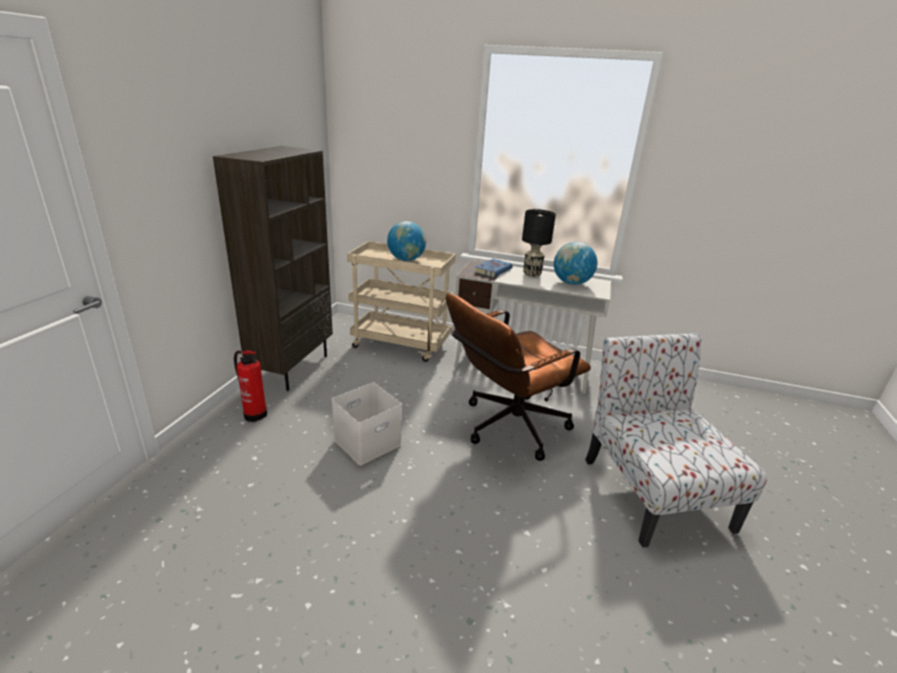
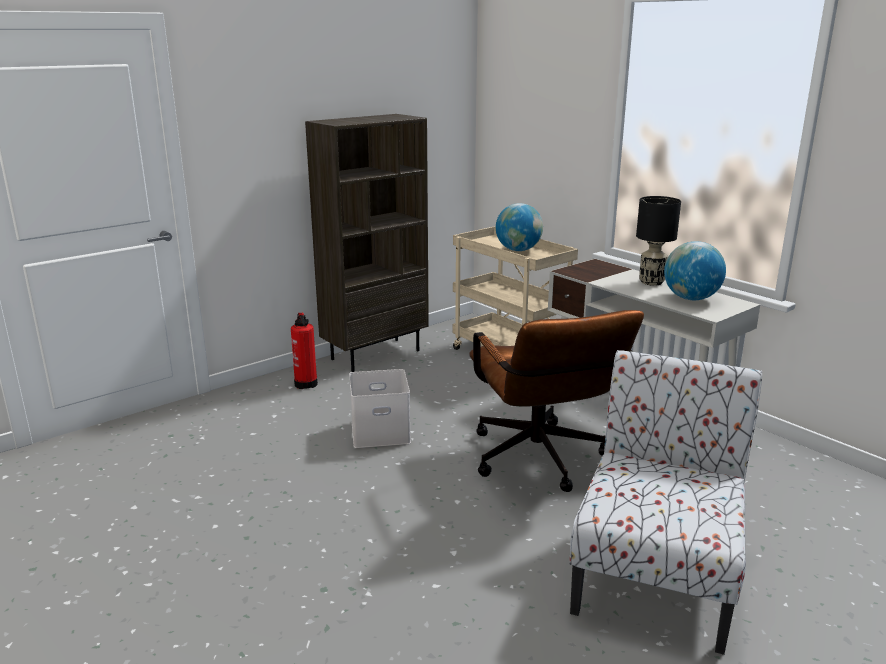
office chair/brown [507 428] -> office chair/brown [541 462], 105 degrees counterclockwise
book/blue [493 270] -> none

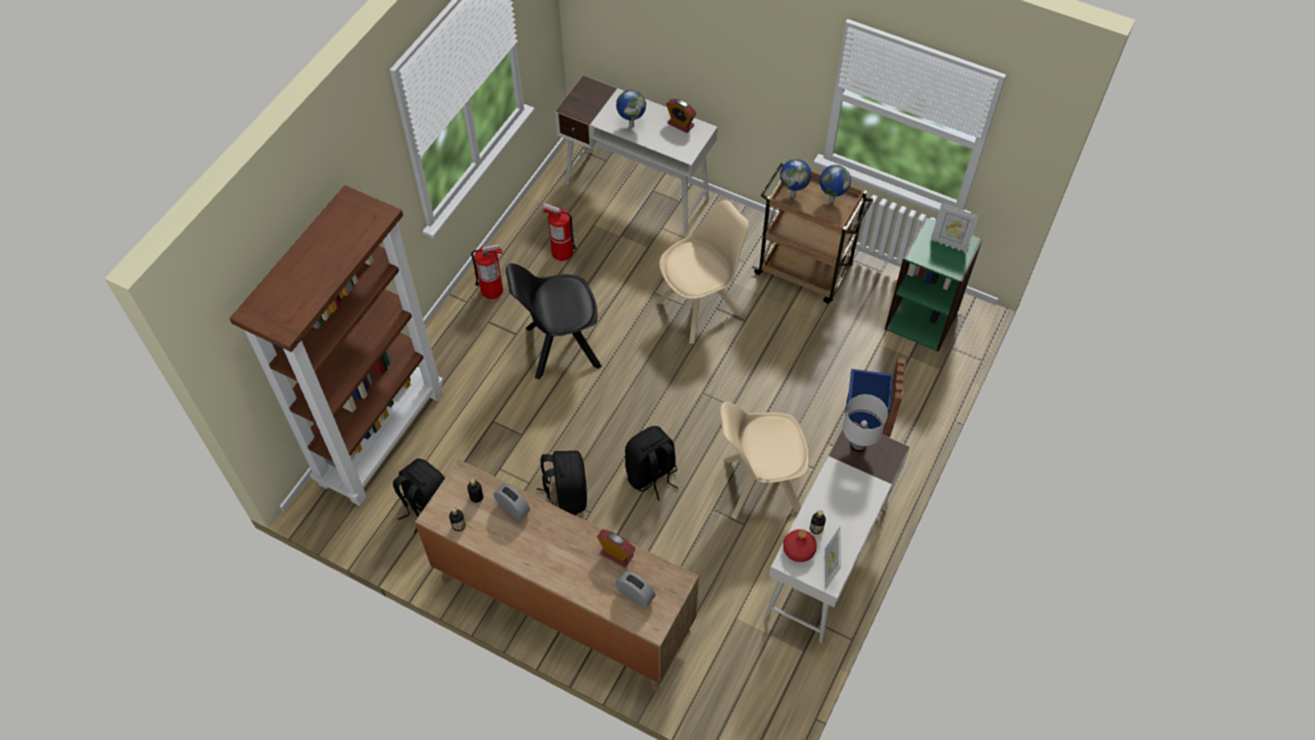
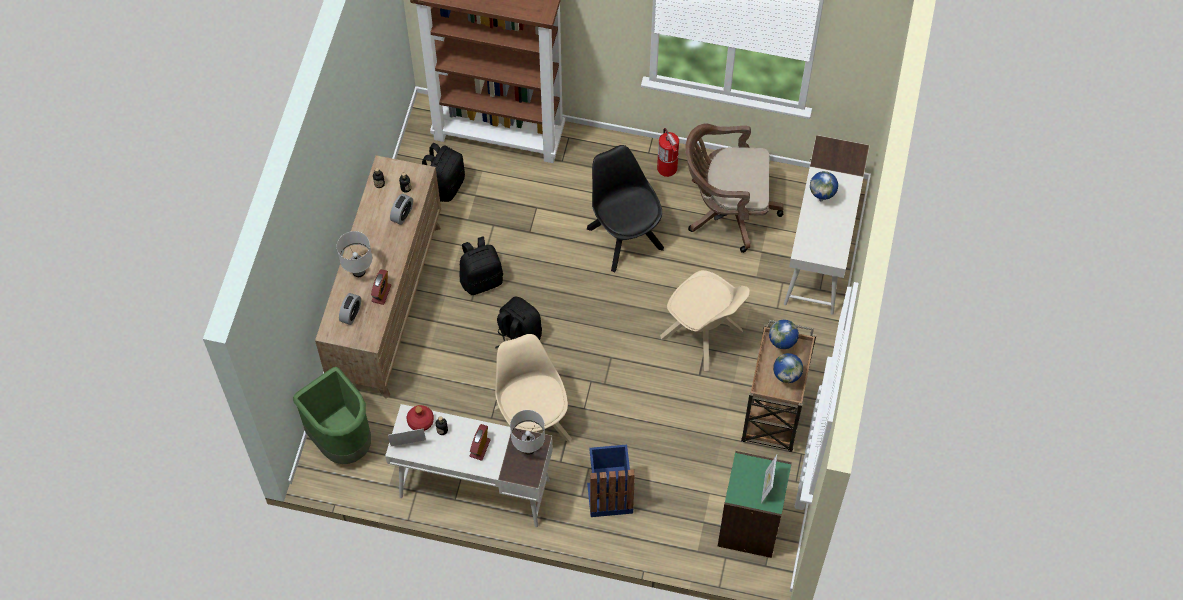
none -> trash can/green [342 441]
none -> table lamp/white [359 271]
alarm clock [680 124] -> alarm clock [480 448], relocated
fire extinguisher [562 252] -> office chair/brown [726 210]

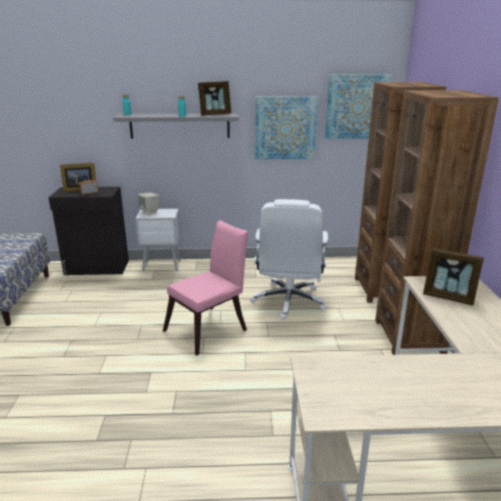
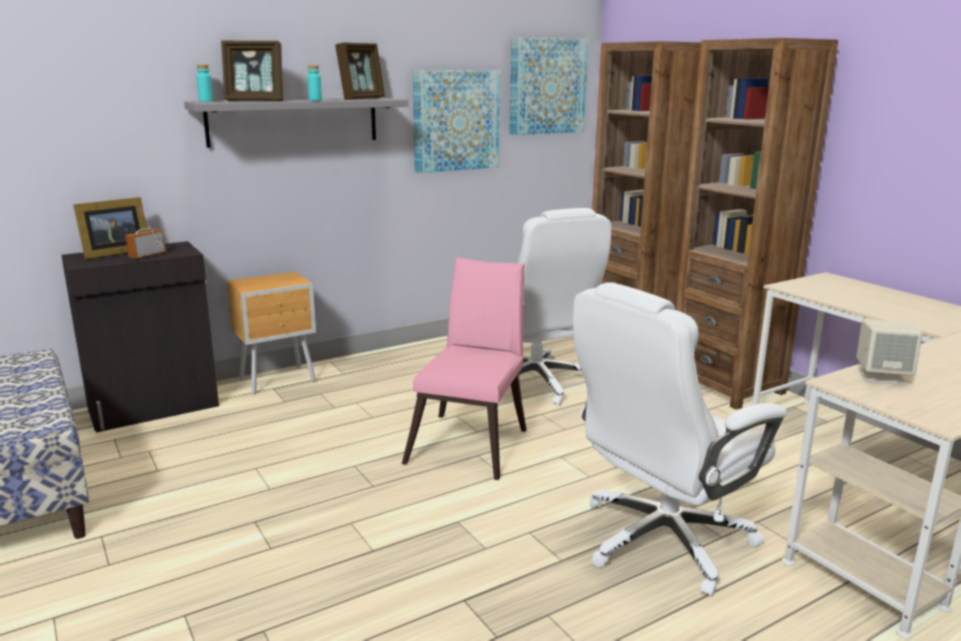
picture frame [448 297] -> picture frame [255 100], relocated
nightstand/white [162 266] -> nightstand/brown [279 380]
none -> office chair/white [662 540]
speaker/beige [149 212] -> speaker/beige [882 377], relocated

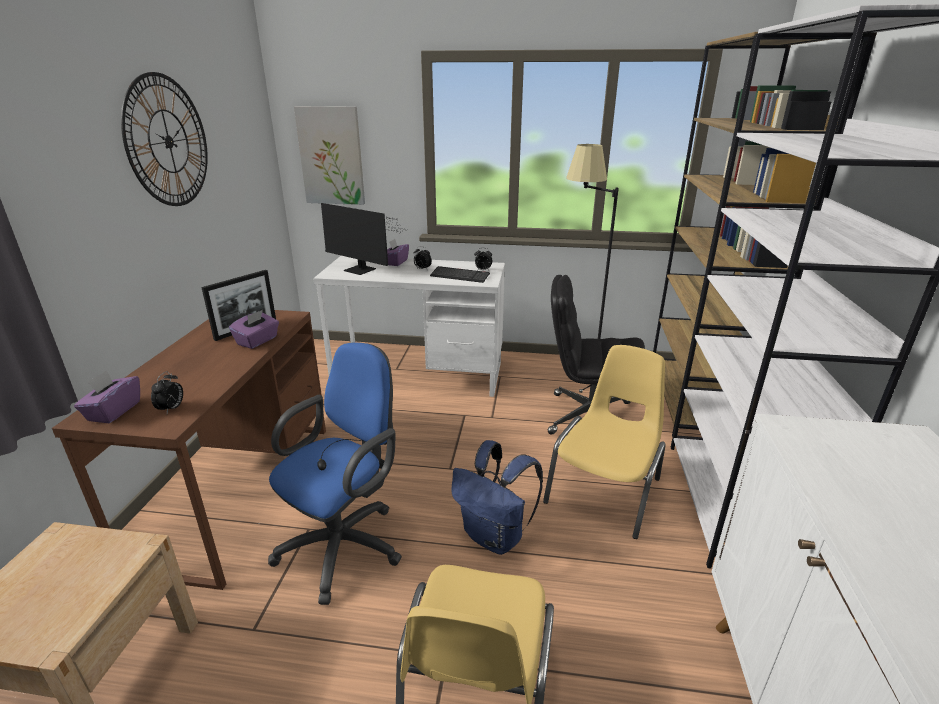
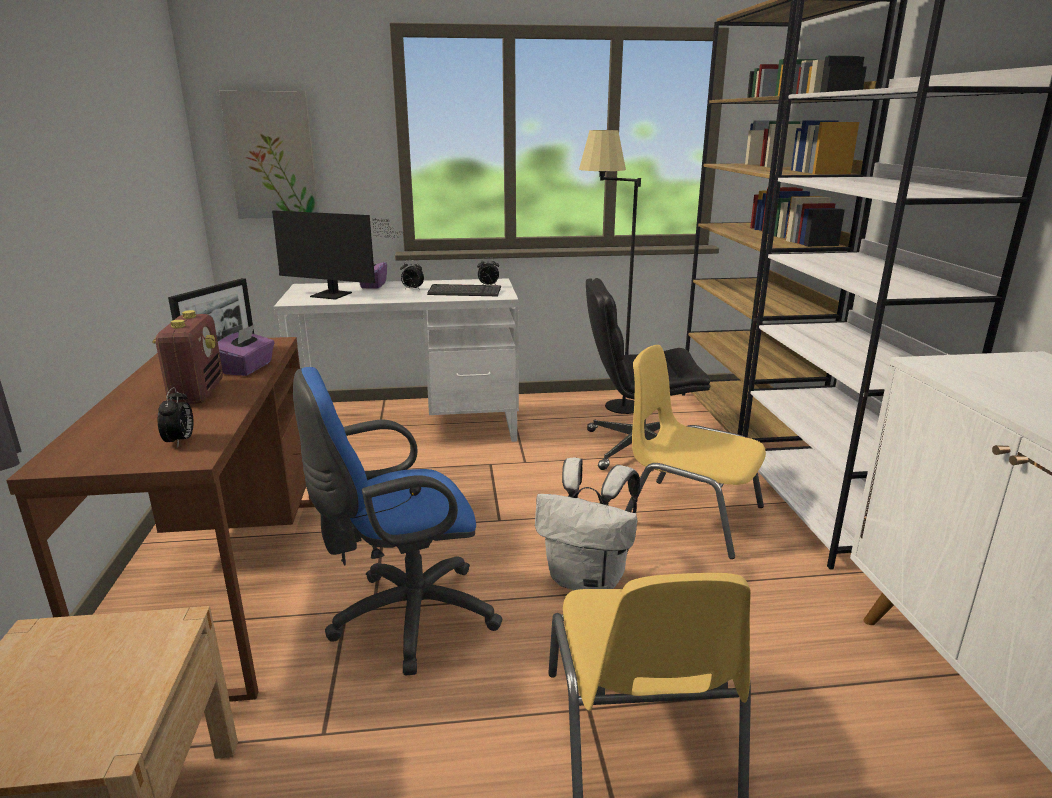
none -> radio [197 393]
office chair/blue [346 543] -> office chair/blue [405 618], 135 degrees counterclockwise
backpack/blue [495 537] -> backpack/white [588 580]
chair/yellow [605 490] -> chair/yellow [690 515], 75 degrees counterclockwise
tissue box/purple [114 411] -> none
wall clock [168 141] -> none

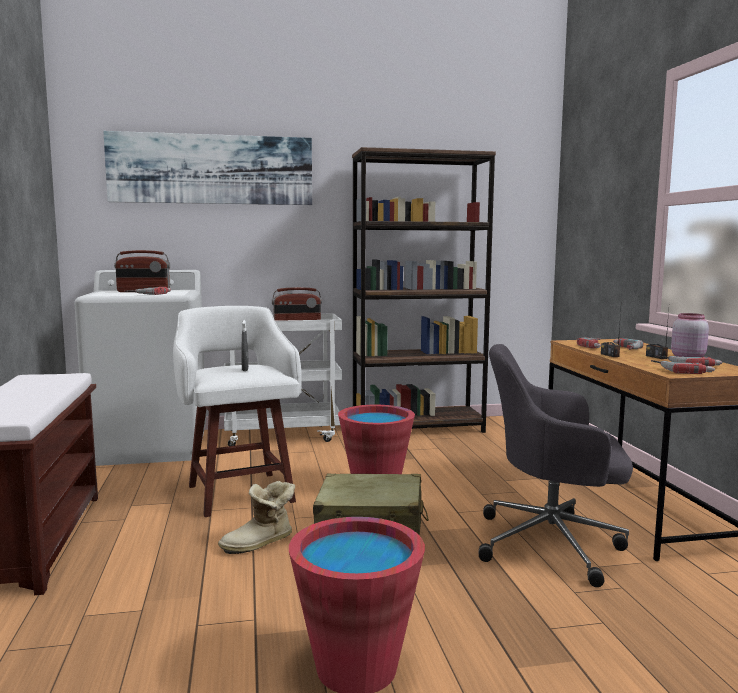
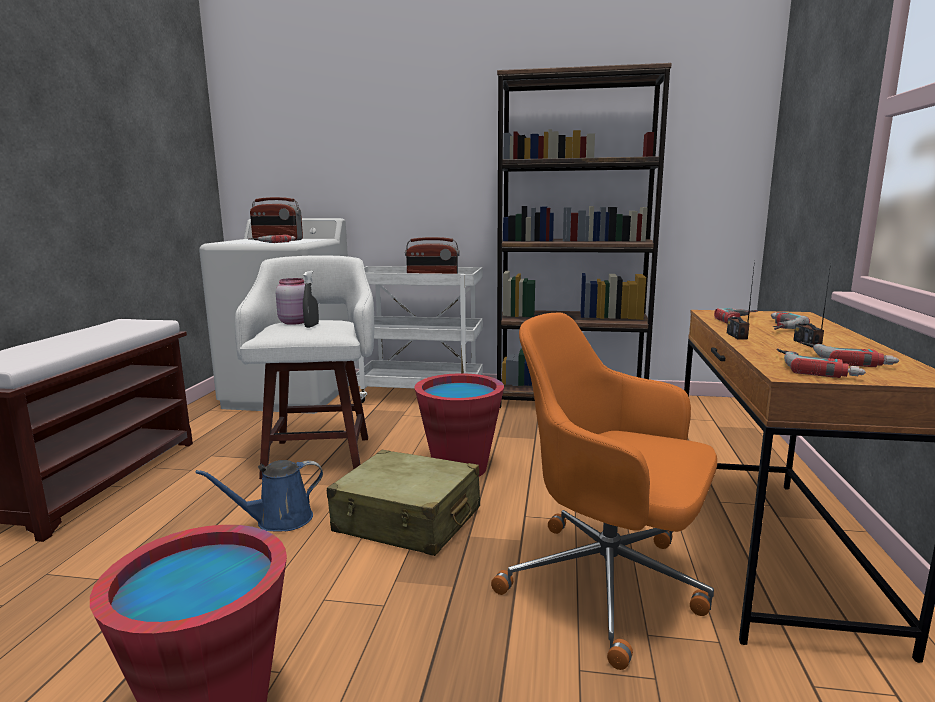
boot [260 544] -> watering can/blue [278 520]
jar/pink [687 357] -> jar/pink [295 322], relocated
office chair/grey [553 544] -> office chair/orange [609 585]
picture [211 169] -> none

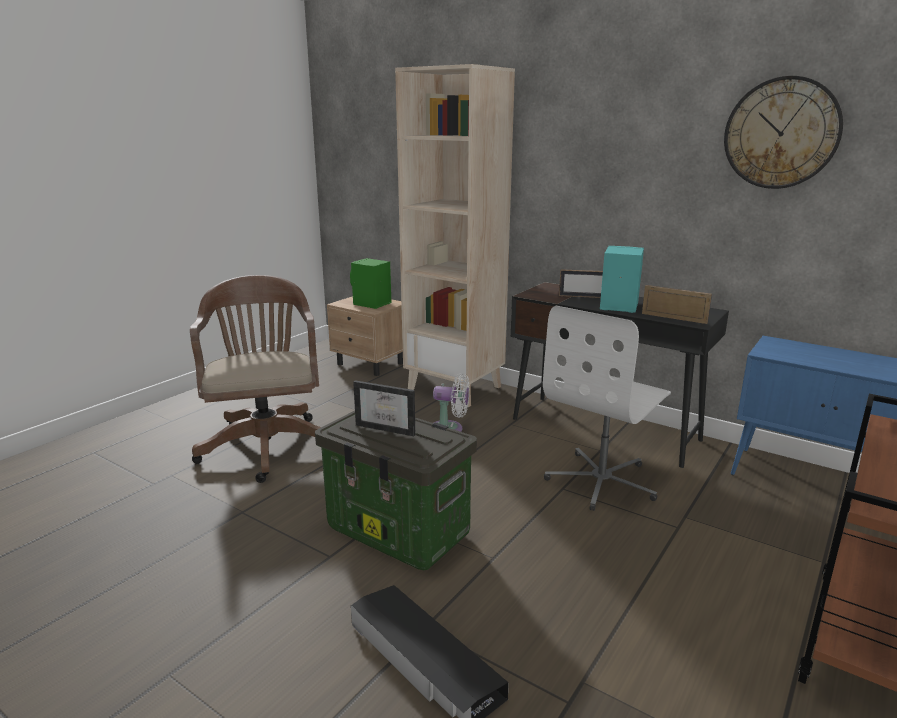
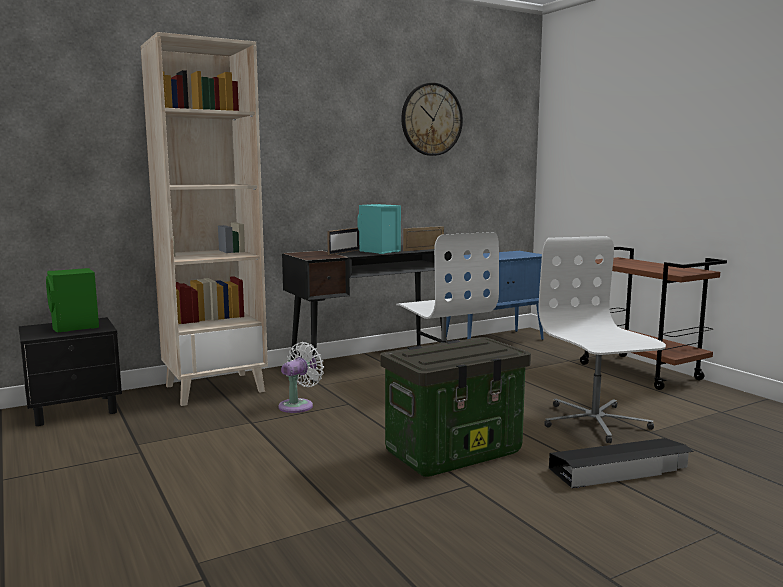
nightstand/beige [370 364] -> nightstand/black [76 410]
none -> office chair/white [594 422]
office chair/brown [267 444] -> none
picture frame [389 427] -> none

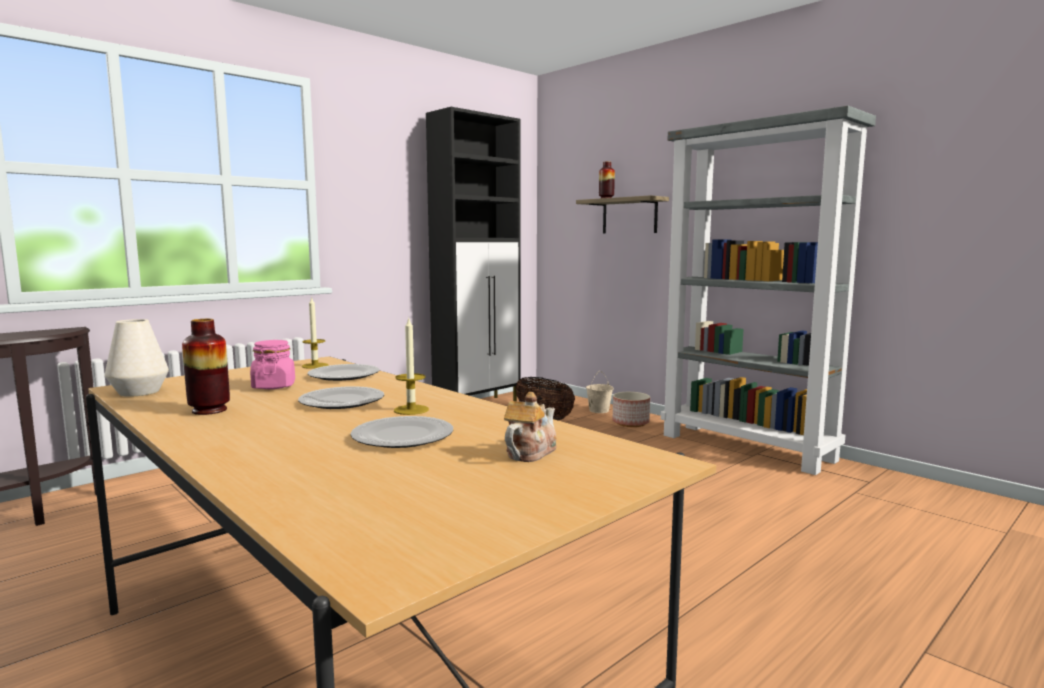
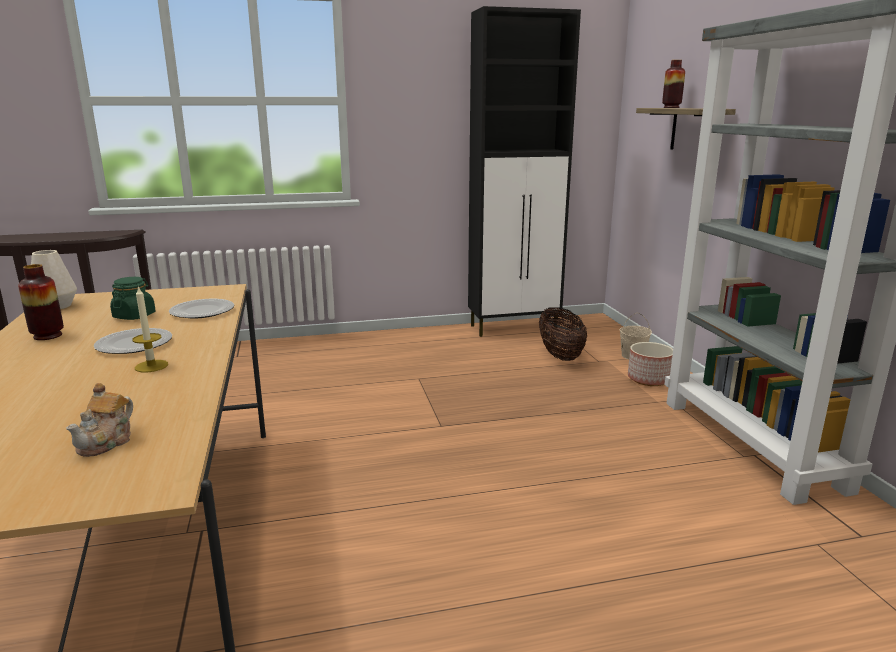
teapot [529 452] -> teapot [107 442], 135 degrees clockwise
jar/pink [274 386] -> jar/green [134 316]
candle [315 366] -> none
plate [401 436] -> none

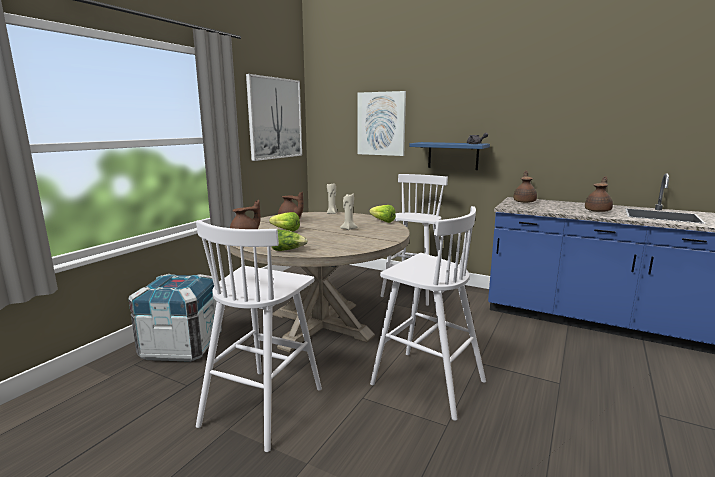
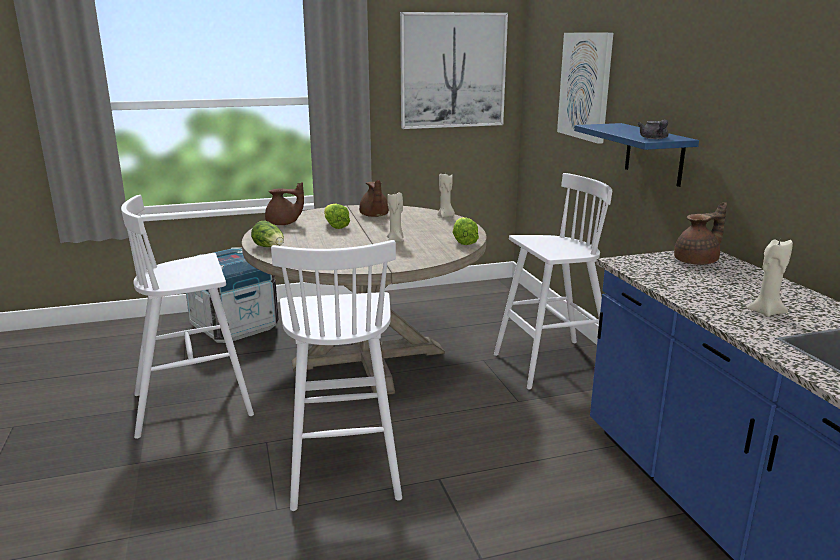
teapot/brown [598 211] -> candle/beige [765 312]

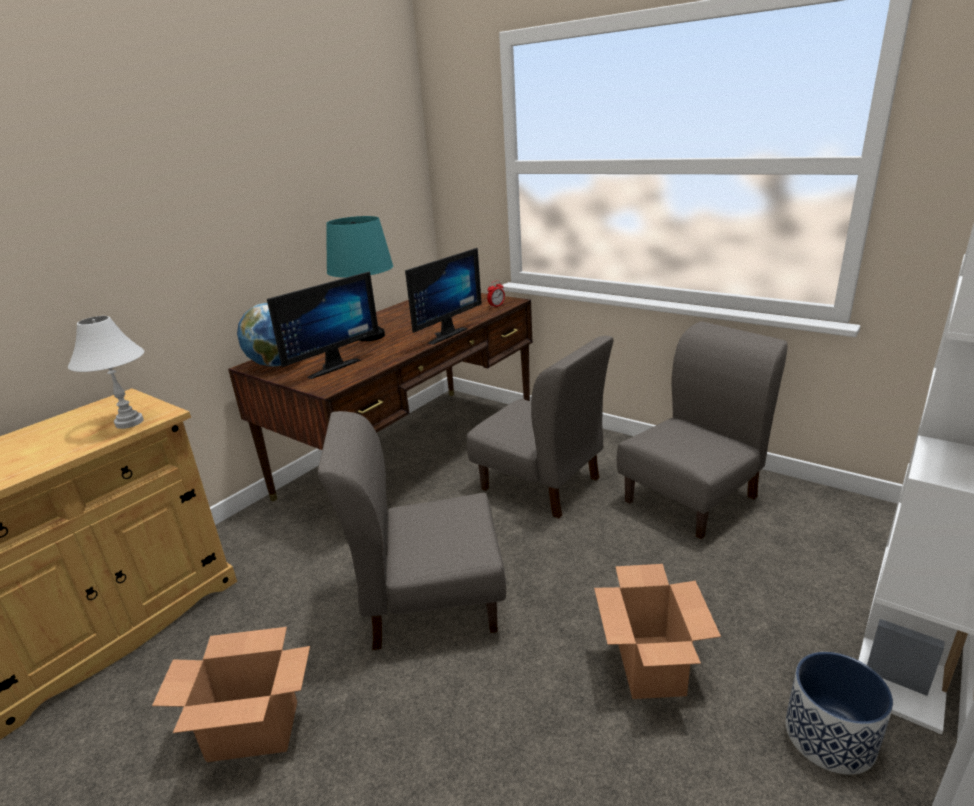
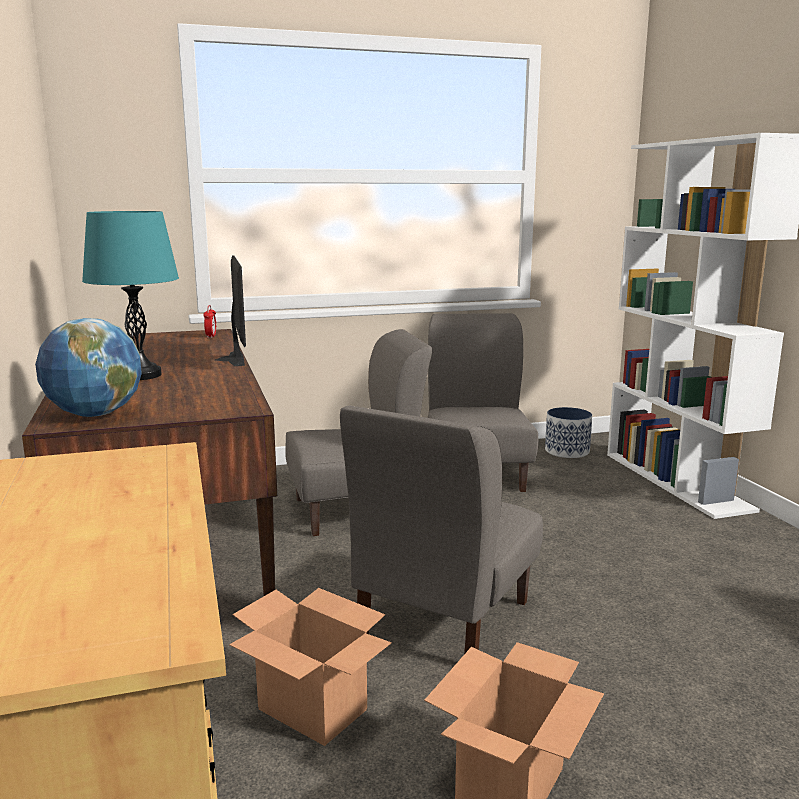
cardboard box [650 667] -> cardboard box [314 709], relocated
planter [829 736] -> planter [566 451], relocated
table lamp/white [129 422] -> none
monitor [330 367] -> none

